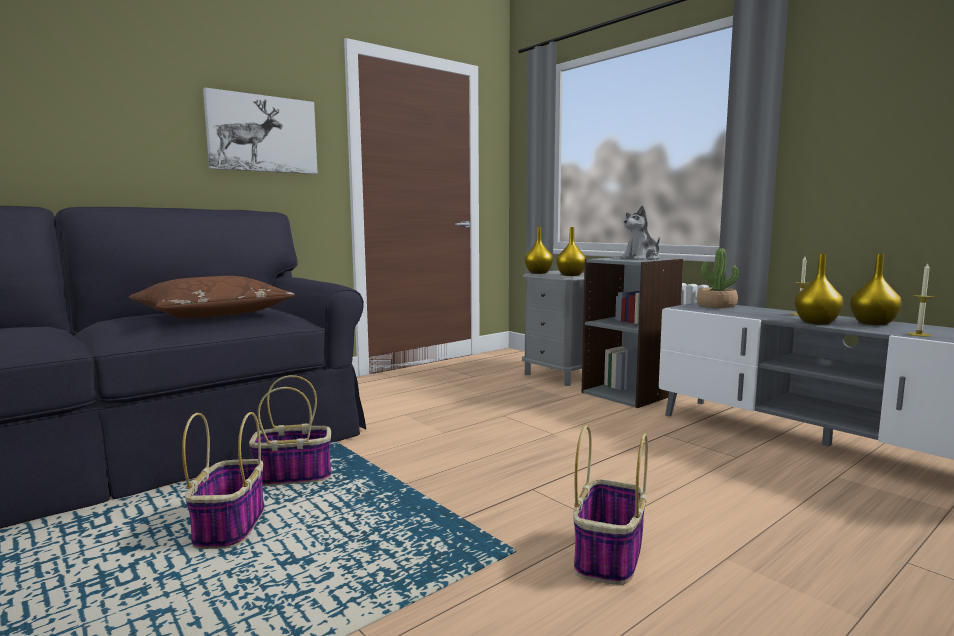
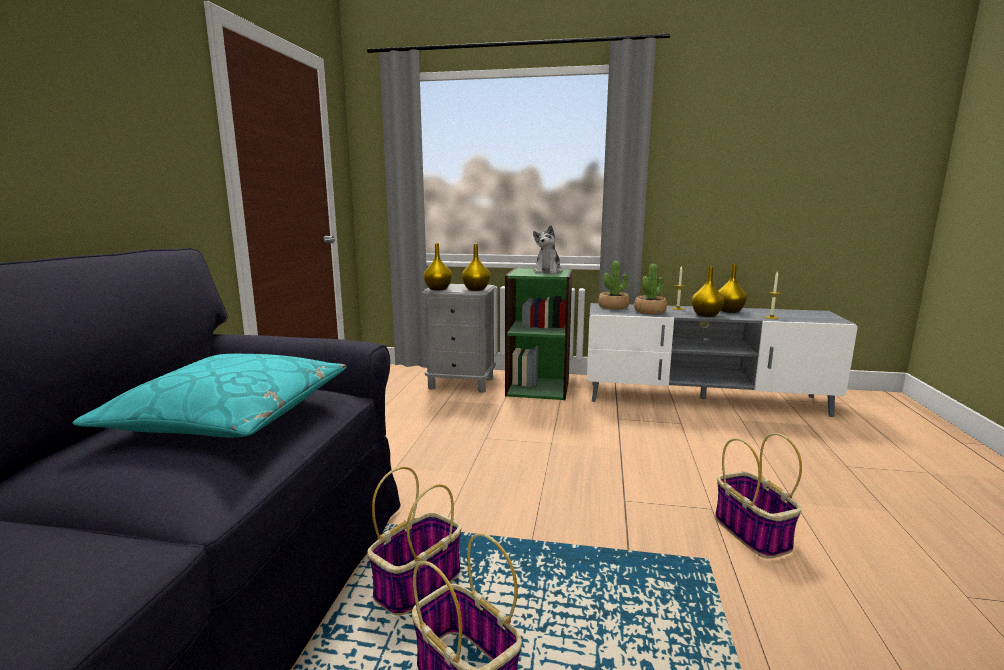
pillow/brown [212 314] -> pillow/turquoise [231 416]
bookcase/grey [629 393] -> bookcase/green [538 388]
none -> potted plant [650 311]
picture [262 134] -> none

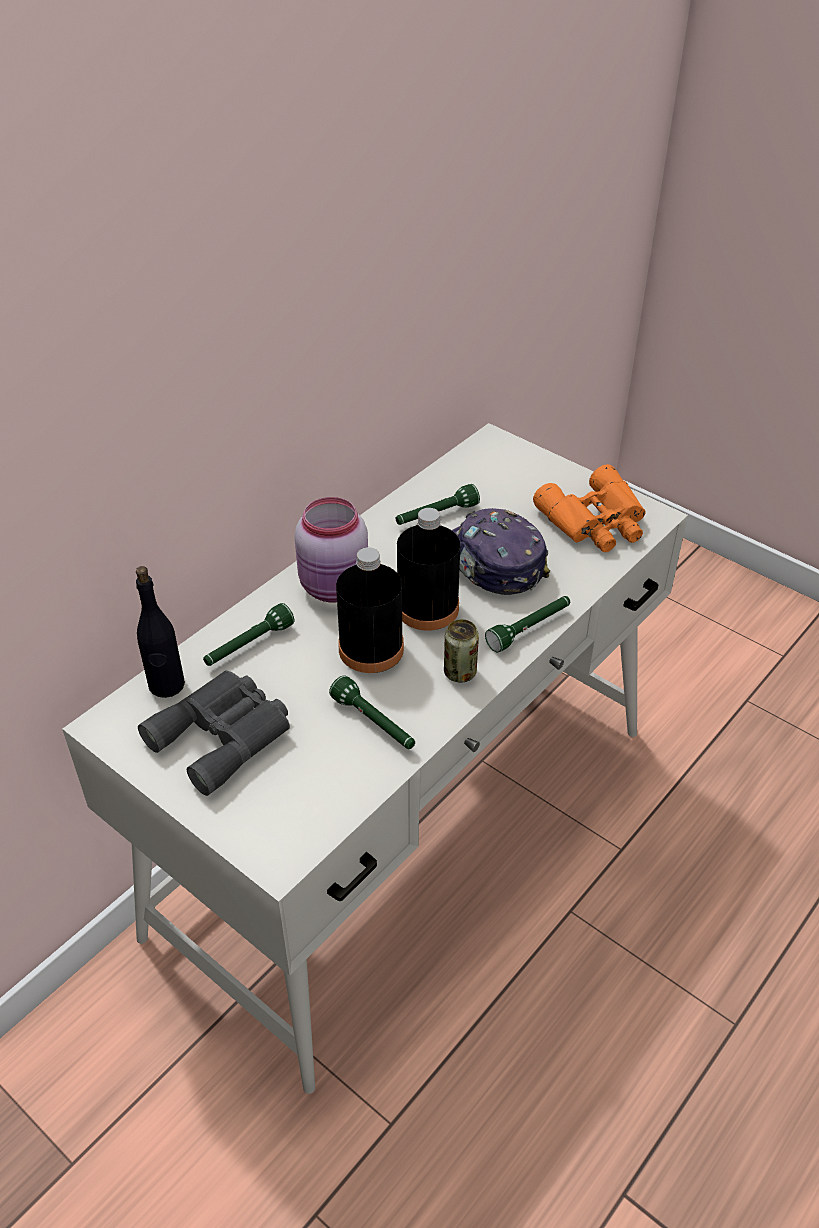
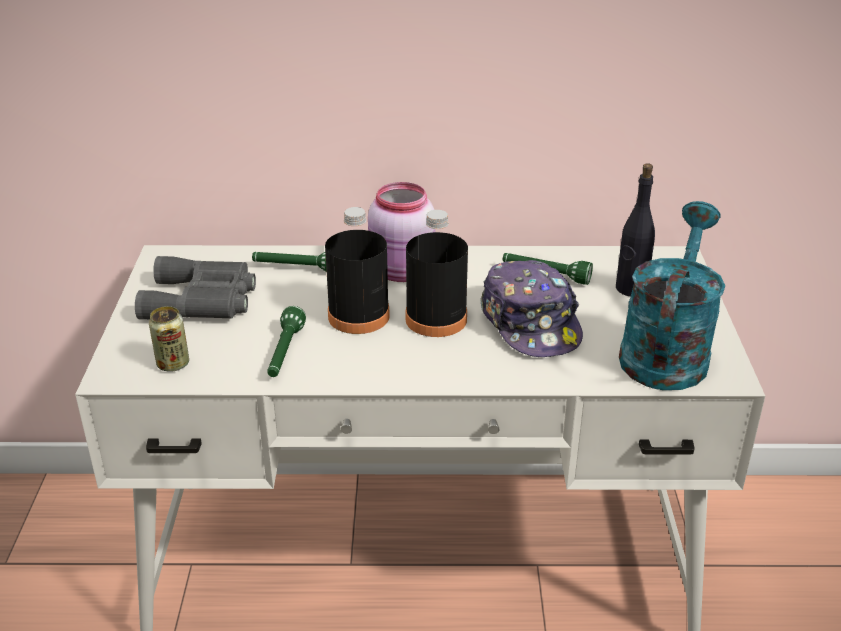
can [460 672] -> can [173 364], relocated
cap [491 563] -> cap [531 323], 150 degrees clockwise
bottle/black [166 685] -> bottle/black [630 289], relocated
binoculars/orange [596 522] -> watering can/turquoise [666 350]
flashlight/green [529 629] -> none

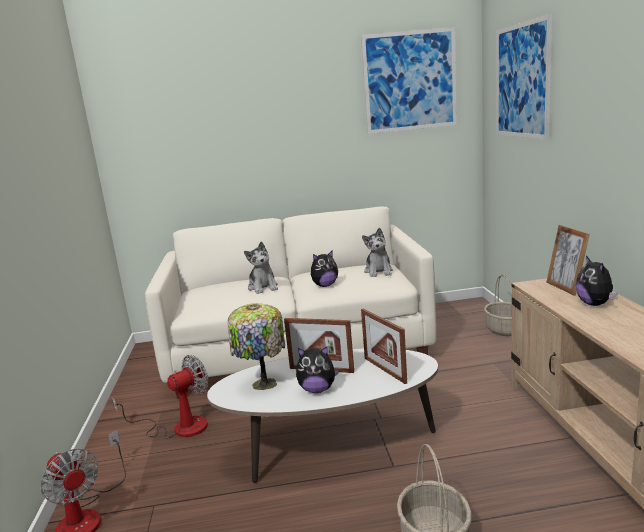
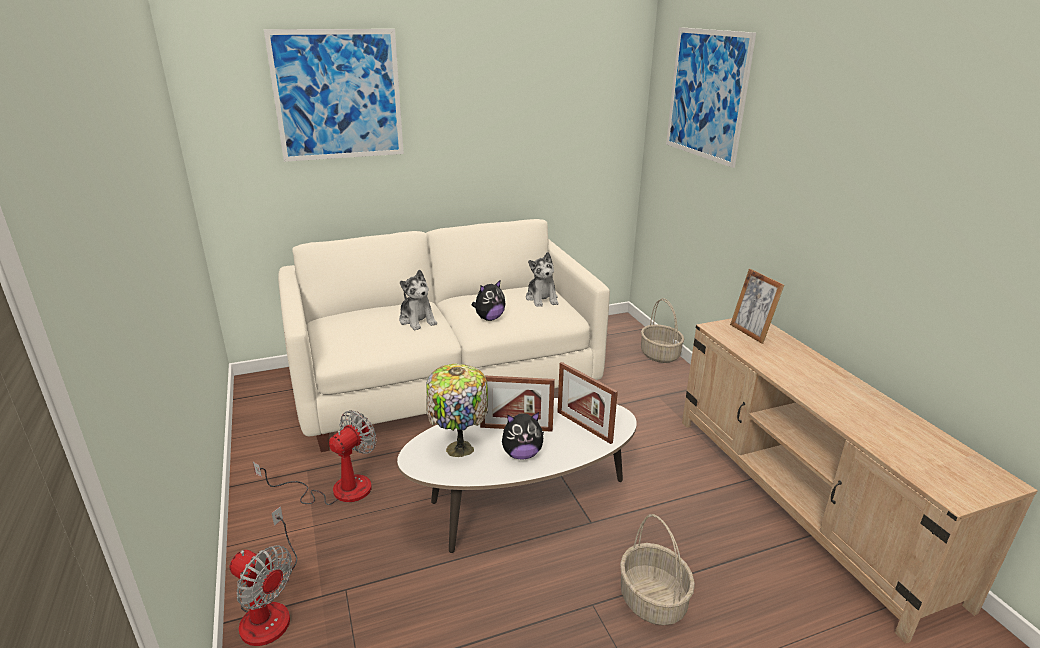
picture [410 81] -> picture [338 95], relocated
plush toy [595 304] -> none

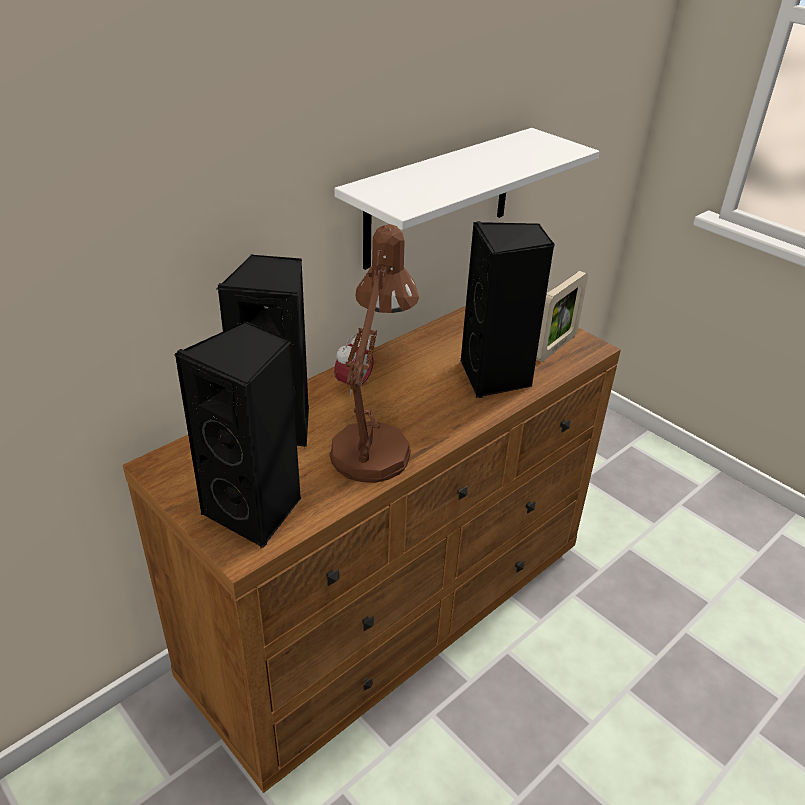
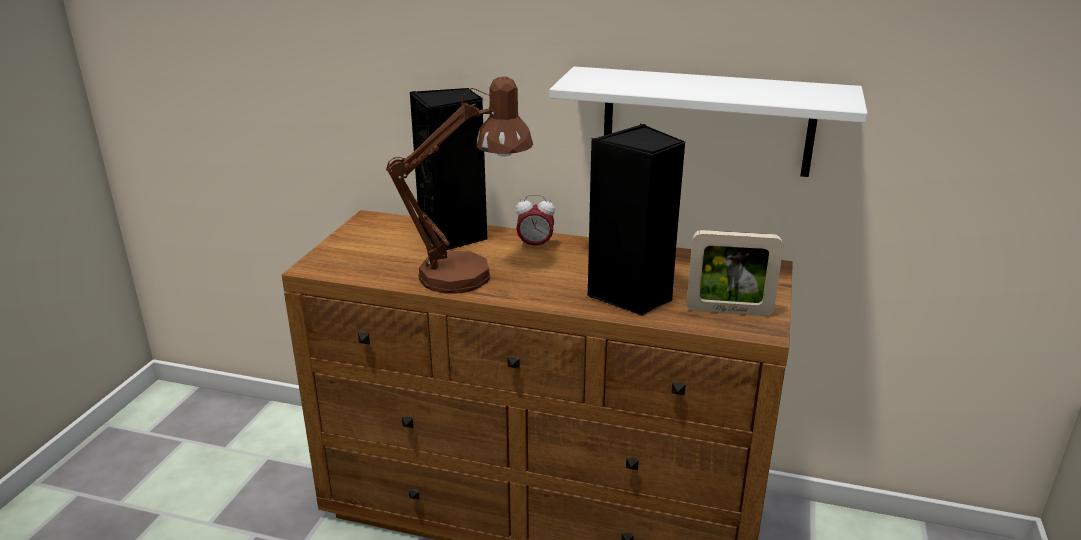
speaker/black [257 510] -> none

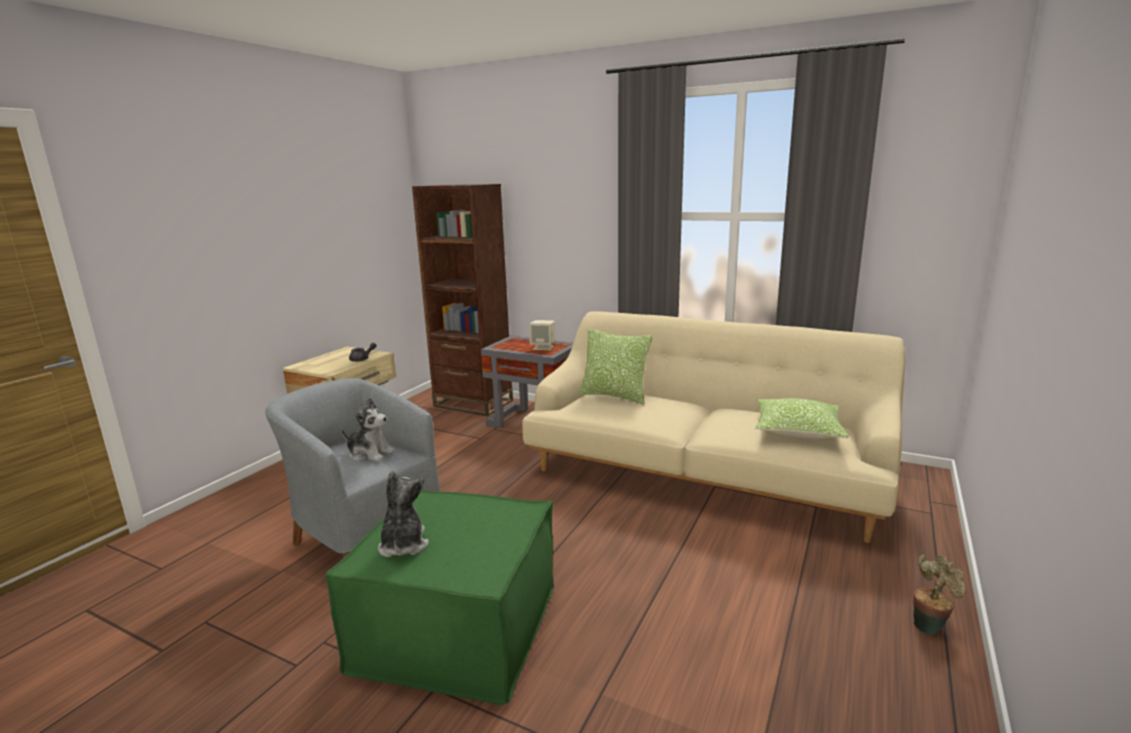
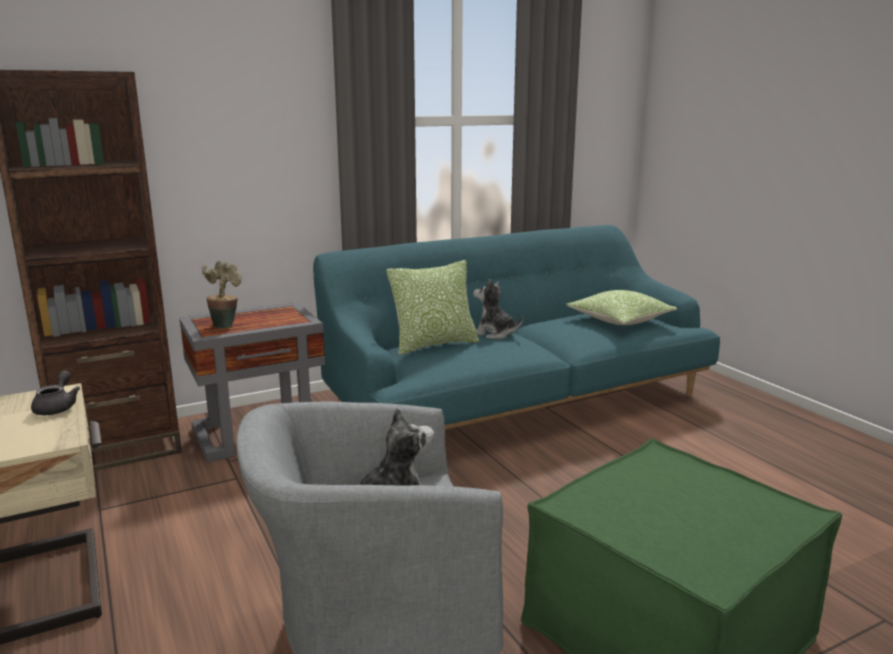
potted plant [929 626] -> potted plant [225 324], relocated
sofa/beige [704 473] -> sofa/turquoise [518 402]
plush toy [403 545] -> plush toy [494 334], relocated
speaker/beige [543 347] -> none

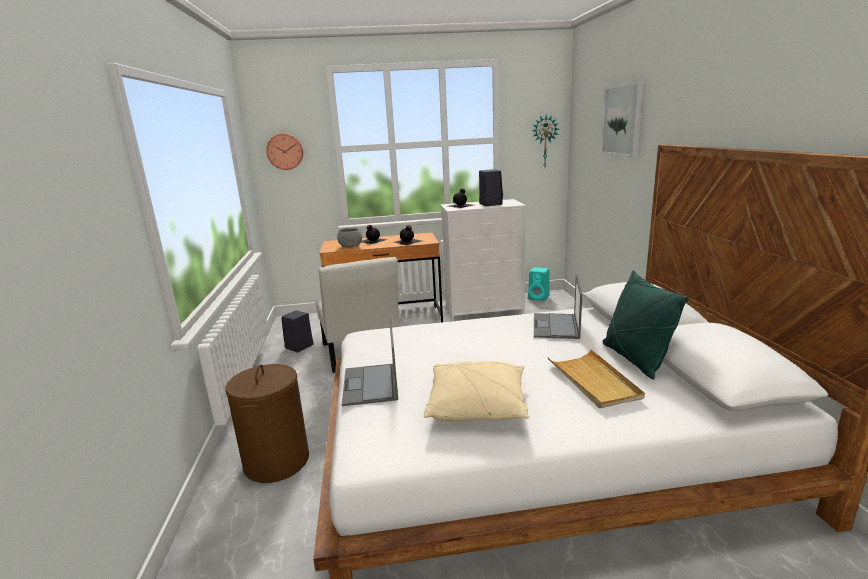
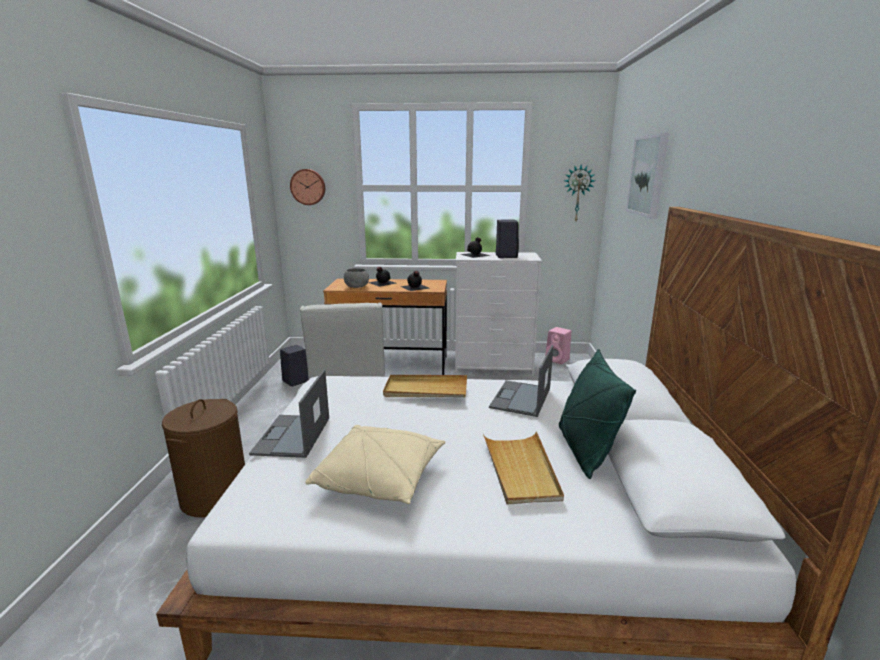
none -> tray/beige [425 390]
speaker/turquoise [539 297] -> speaker/pink [558 360]

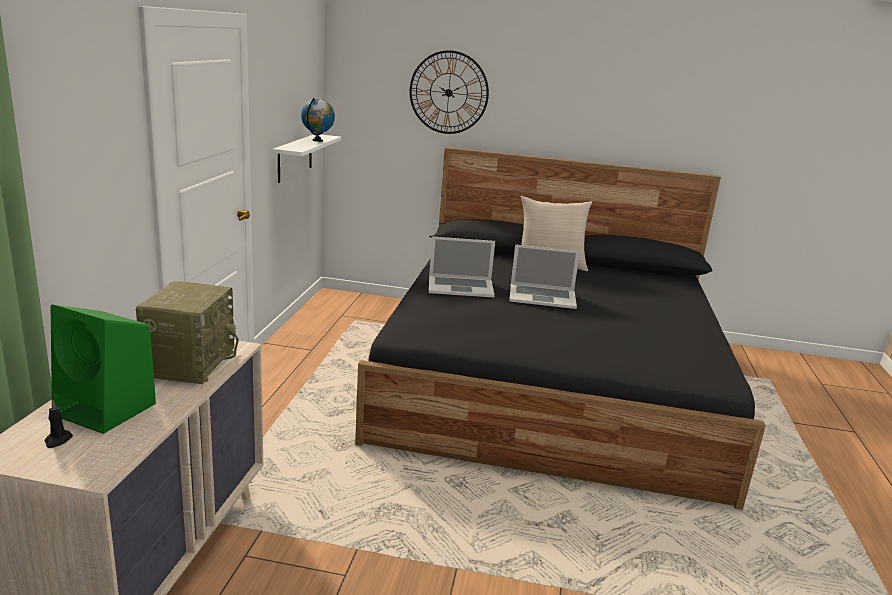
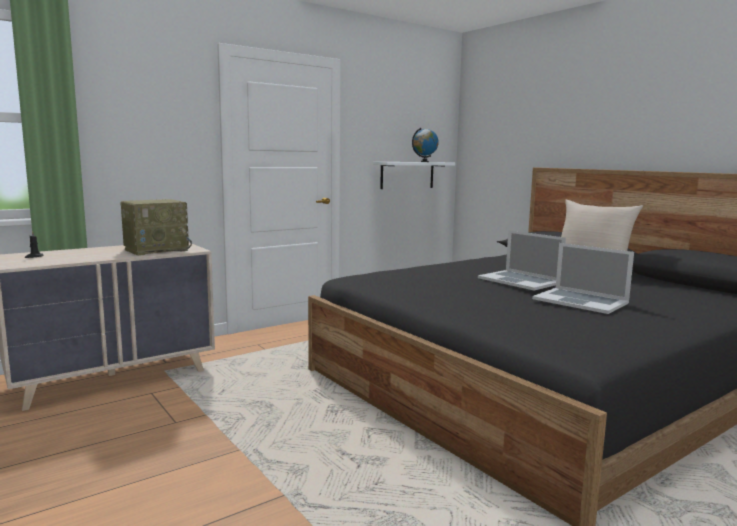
laptop [460 286] -> laptop [580 301], relocated
speaker/green [108 409] -> none
wall clock [448 92] -> none

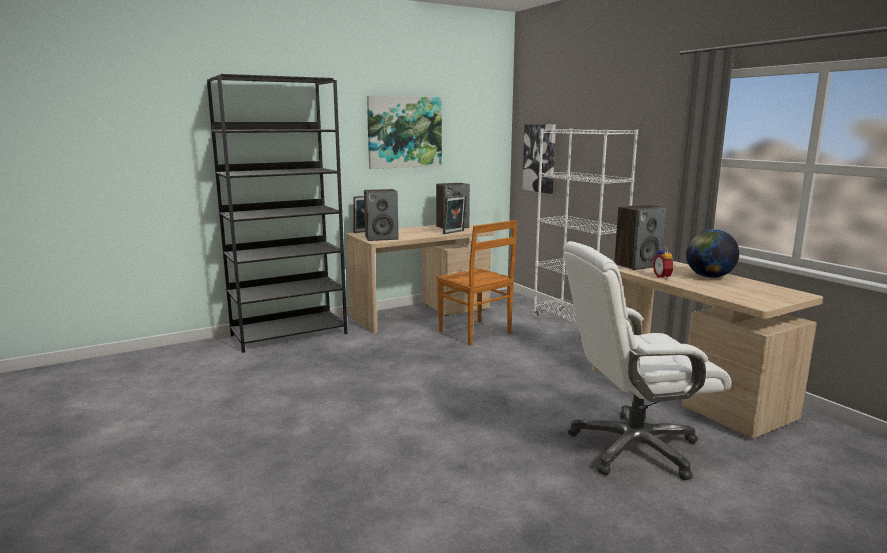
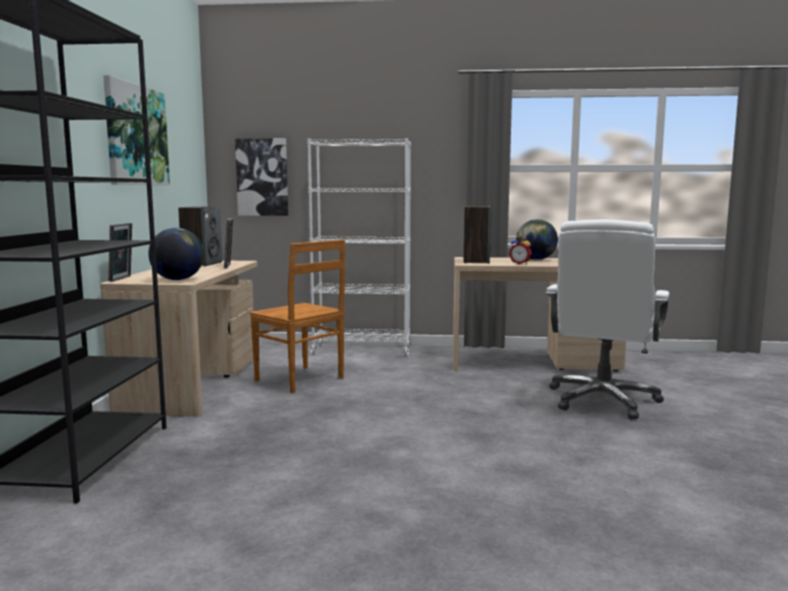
speaker [381 238] -> globe [177 279]
chair/brown [476 333] -> chair/brown [301 380], 45 degrees clockwise

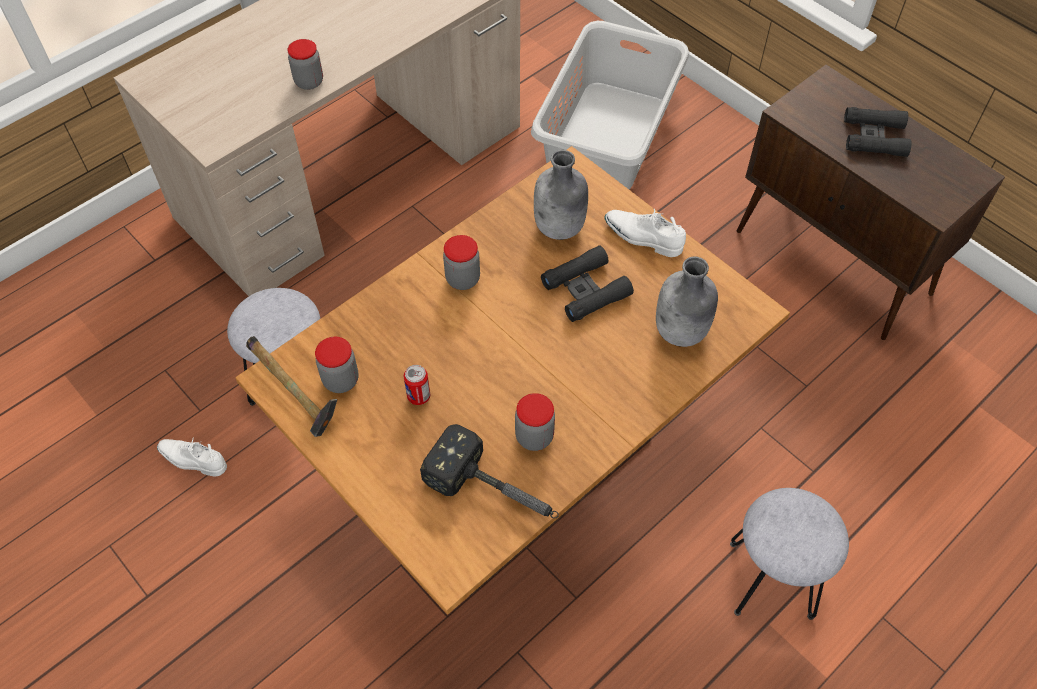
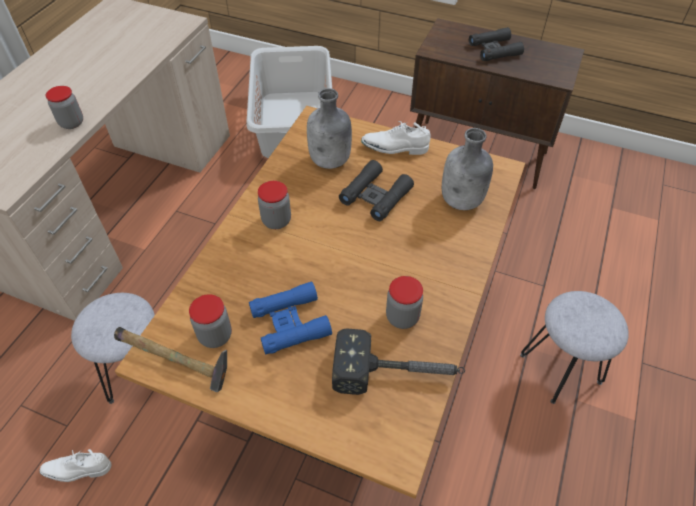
can [418 396] -> binoculars/blue [290 322]

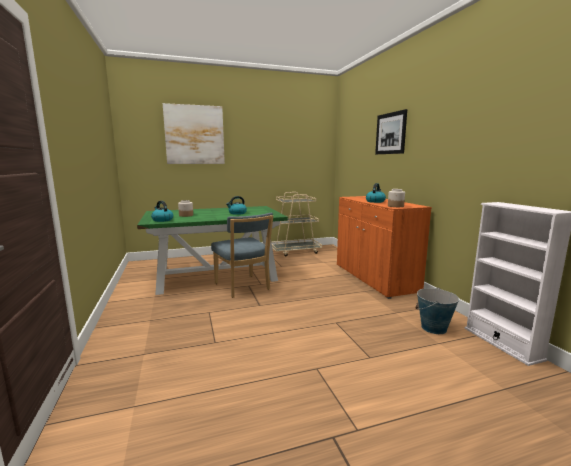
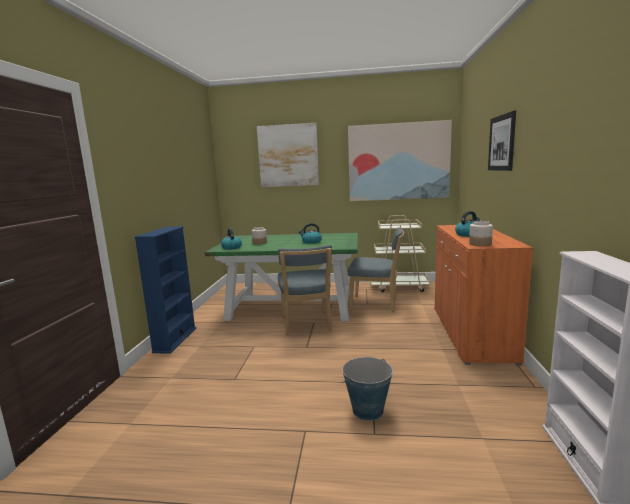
none -> bookcase/blue [175 340]
bucket [433 328] -> bucket [367 410], relocated
none -> picture [398 162]
none -> chair/blue [376 304]

